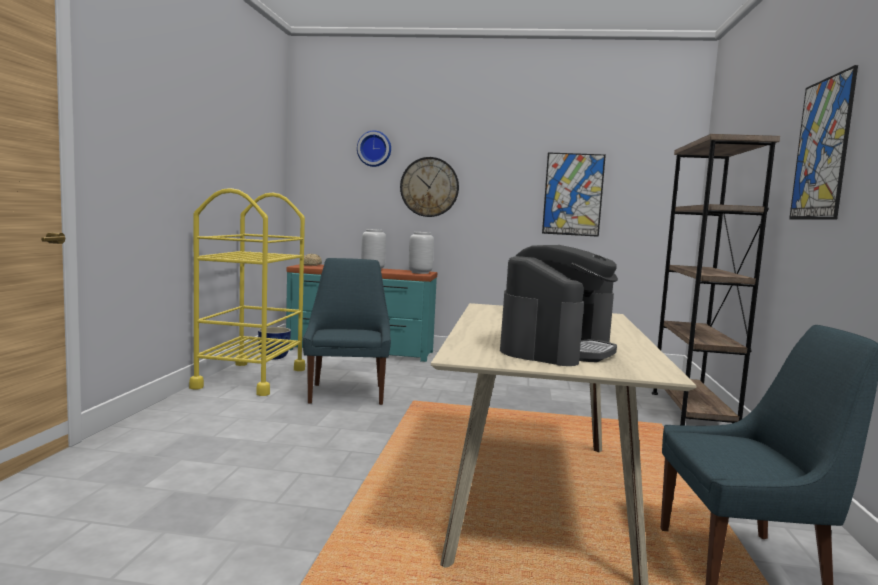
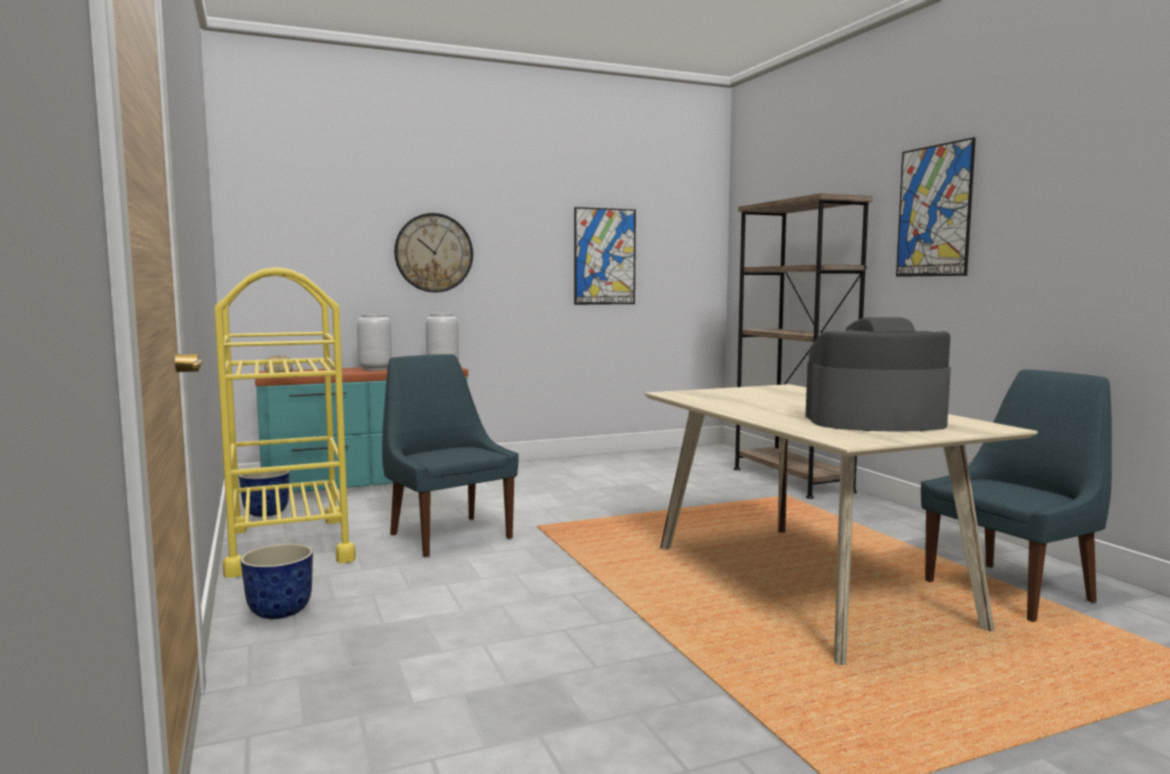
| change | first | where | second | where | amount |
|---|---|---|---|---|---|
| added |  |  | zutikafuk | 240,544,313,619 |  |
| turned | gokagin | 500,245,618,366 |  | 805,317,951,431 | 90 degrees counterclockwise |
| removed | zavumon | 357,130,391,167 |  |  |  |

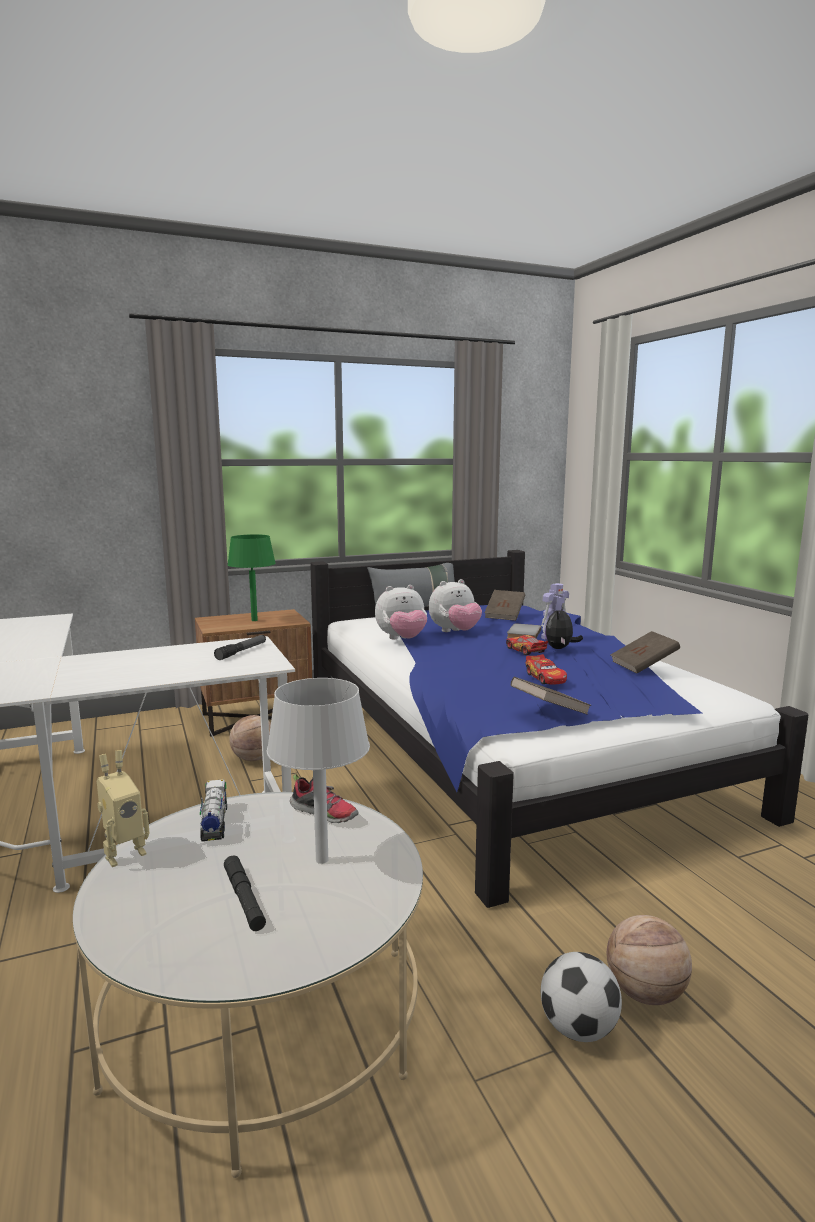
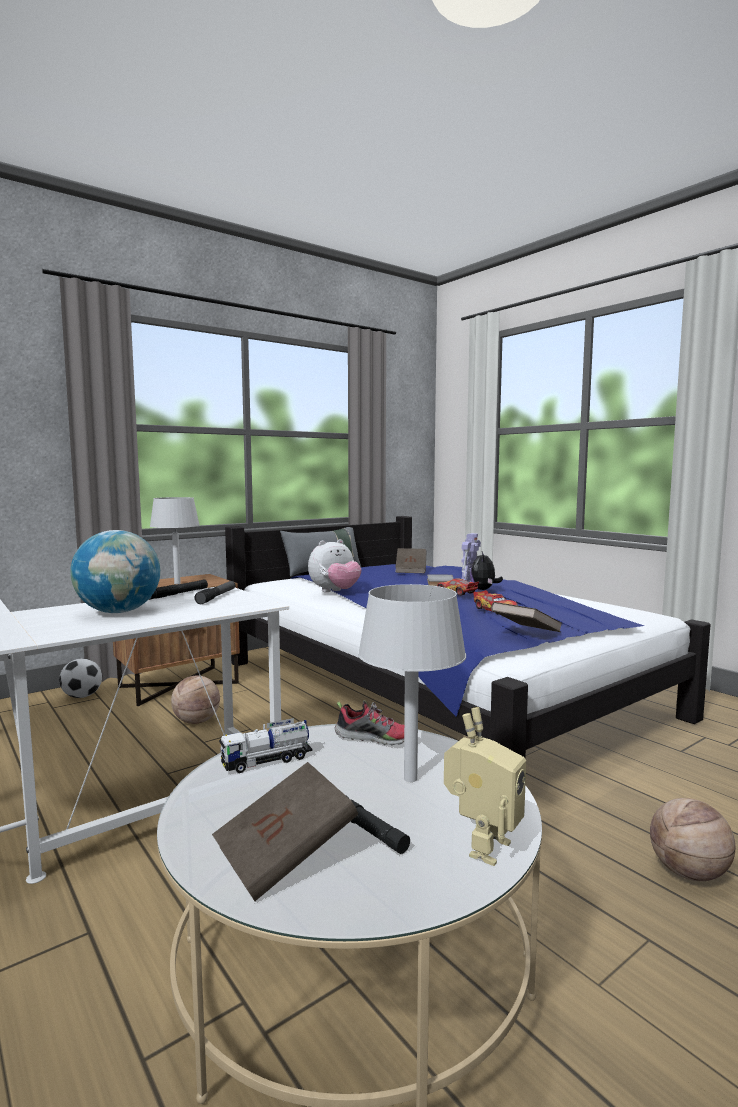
| change | first | where | second | where | amount |
|---|---|---|---|---|---|
| moved | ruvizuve | 541,952,622,1042 |  | 59,658,102,698 |  |
| added |  |  | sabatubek | 70,530,160,613 |  |
| added |  |  | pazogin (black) | 149,579,208,600 |  |
| recoloured | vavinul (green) | 227,534,276,621 | vavinul (grey) | 150,497,200,584 |  |
| moved | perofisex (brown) | 611,631,680,674 |  | 212,762,358,901 |  |
| turned | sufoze | 200,779,228,841 |  | 219,718,312,773 | 90 degrees counterclockwise |
| moved | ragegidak | 97,750,150,867 |  | 444,707,526,866 |  |
| removed | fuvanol | 429,579,482,632 |  |  |  |

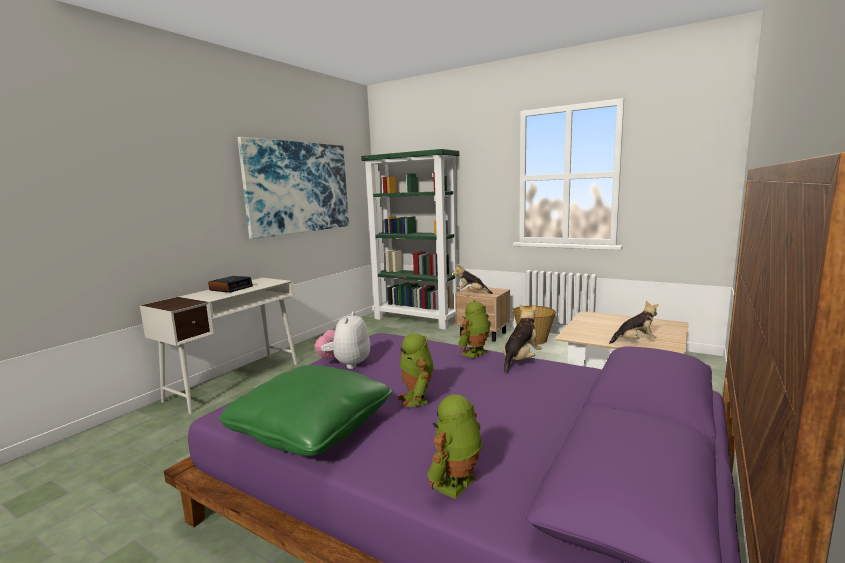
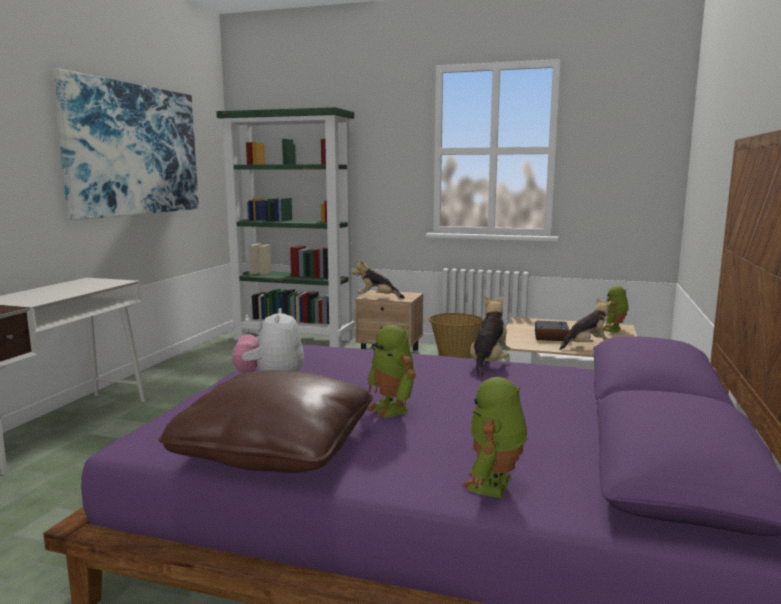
| change | first | where | second | where | amount |
|---|---|---|---|---|---|
| recoloured | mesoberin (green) | 219,365,392,456 | mesoberin (brown) | 158,370,373,473 |  |
| moved | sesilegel | 208,276,253,293 |  | 535,321,570,341 |  |
| moved | ragegidak | 458,301,491,358 |  | 603,286,629,333 |  |

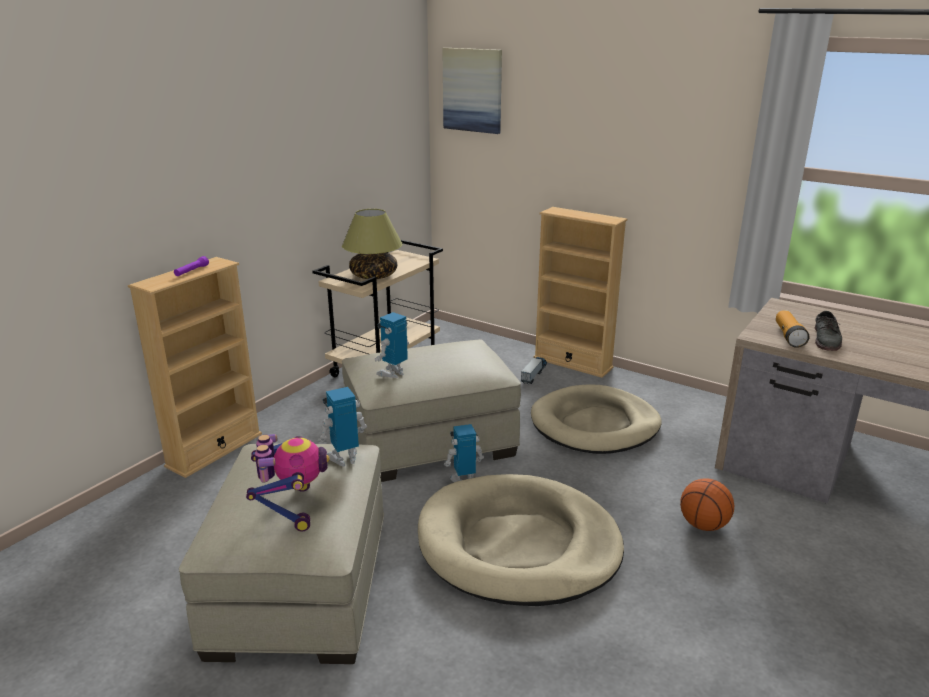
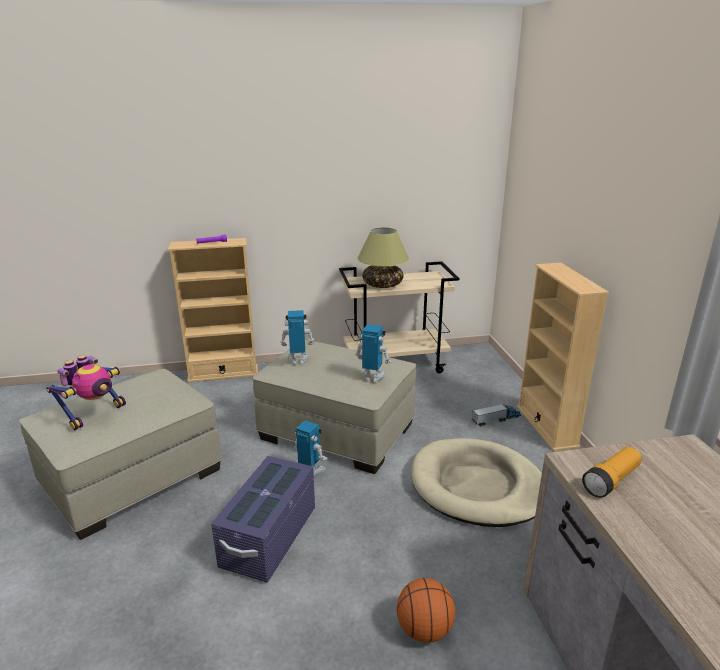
| change | first | where | second | where | amount |
|---|---|---|---|---|---|
| replaced | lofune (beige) | 418,474,624,606 | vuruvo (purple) | 211,456,315,583 |  |
| moved | ragegidak | 318,387,367,467 |  | 355,324,391,382 |  |
| removed | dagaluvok | 442,48,502,134 |  |  |  |
| removed | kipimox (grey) | 815,311,842,351 |  |  |  |

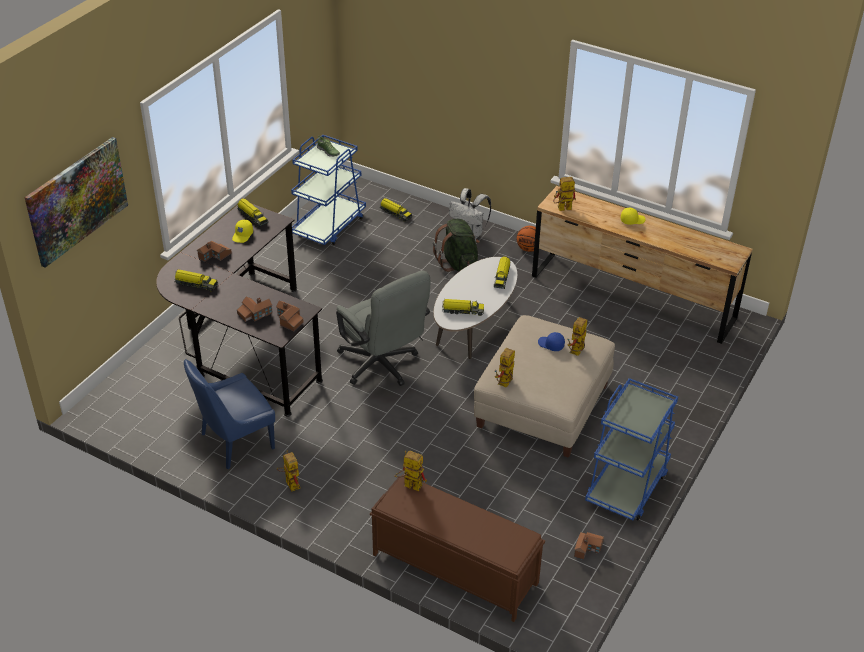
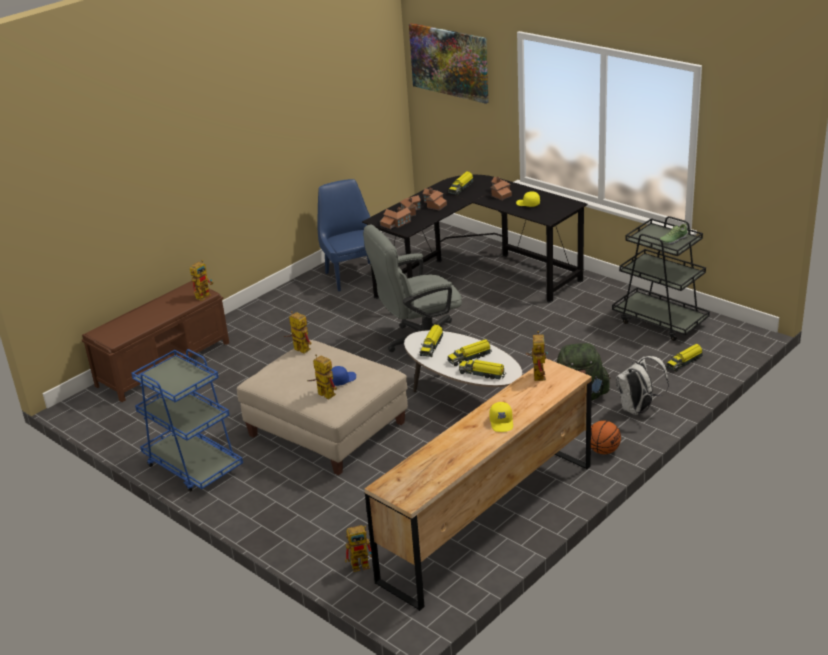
| change | first | where | second | where | amount |
|---|---|---|---|---|---|
| moved | ragegidak | 277,450,301,492 |  | 345,525,372,572 |  |
| moved | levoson | 574,532,604,560 |  | 423,188,447,211 |  |
| moved | sufoze | 237,198,268,227 |  | 448,339,492,366 |  |
| recoloured | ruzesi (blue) | 291,135,366,245 | ruzesi (black) | 612,216,710,341 |  |

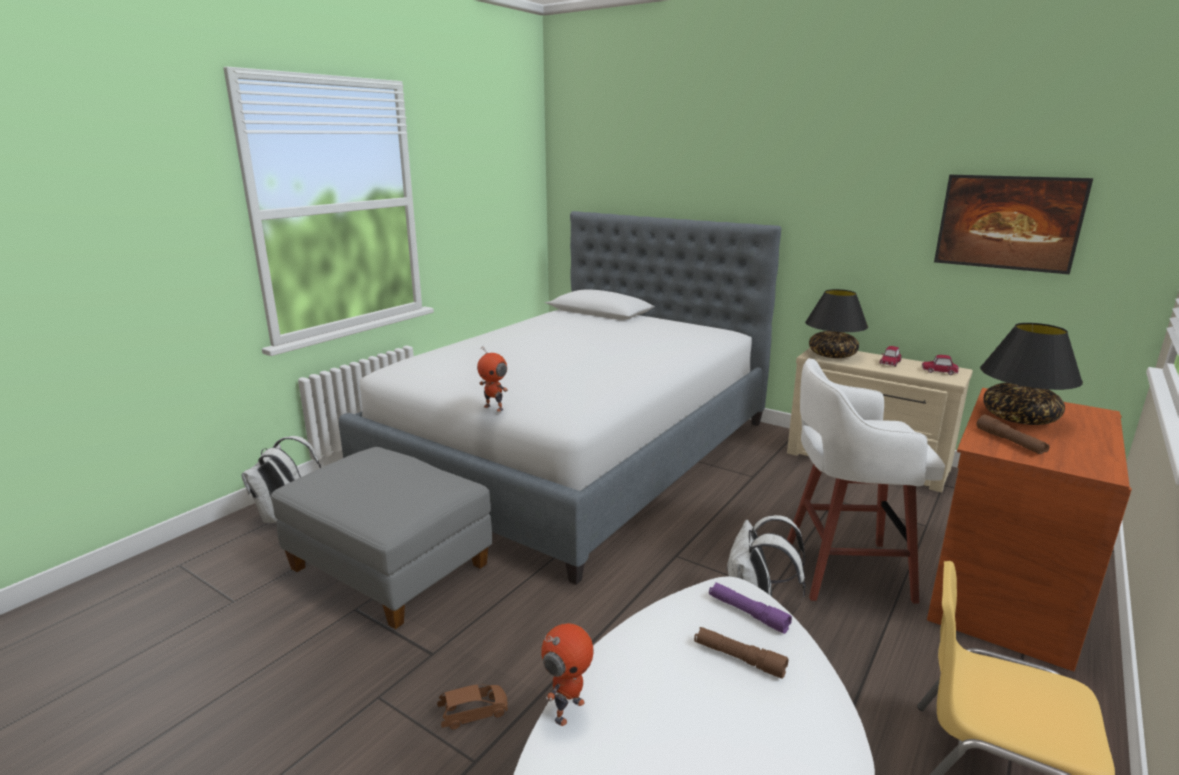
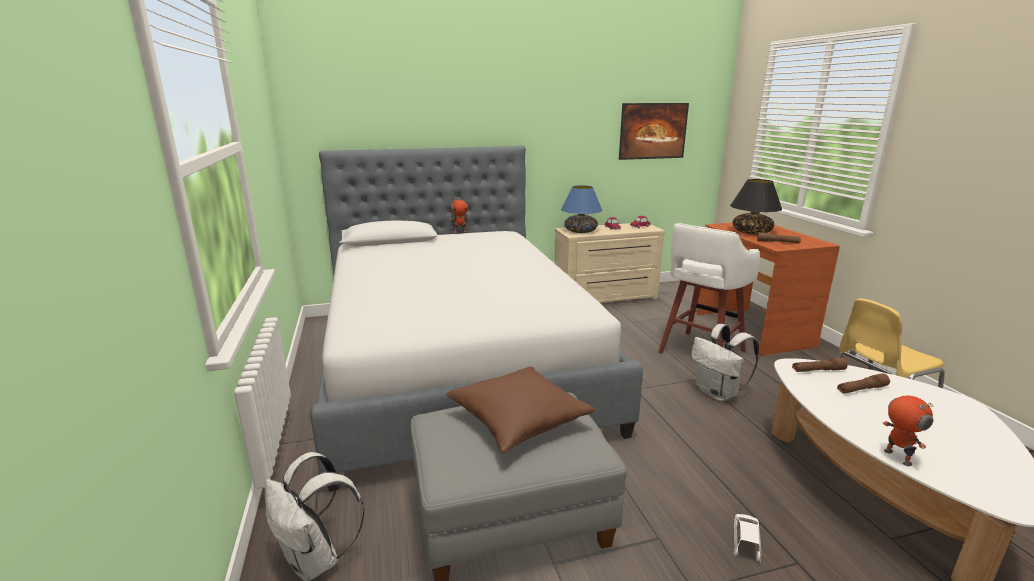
| change | first | where | second | where | amount |
|---|---|---|---|---|---|
| added |  |  | mesoberin (brown) | 446,367,595,453 |  |
| moved | ragegidak | 477,346,508,412 |  | 449,198,470,233 |  |
| recoloured | vavinul (black) | 805,289,868,358 | vavinul (blue) | 561,185,602,233 |  |
| recoloured | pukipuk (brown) | 437,684,508,730 | pukipuk (white) | 734,514,762,563 |  |
| recoloured | pazogin (purple) | 709,583,792,634 | pazogin (brown) | 792,358,848,372 |  |

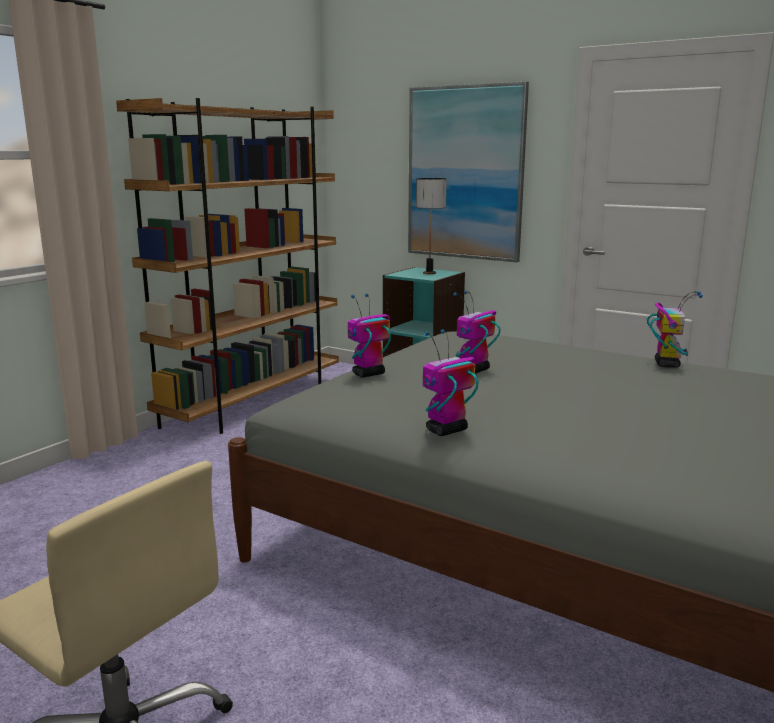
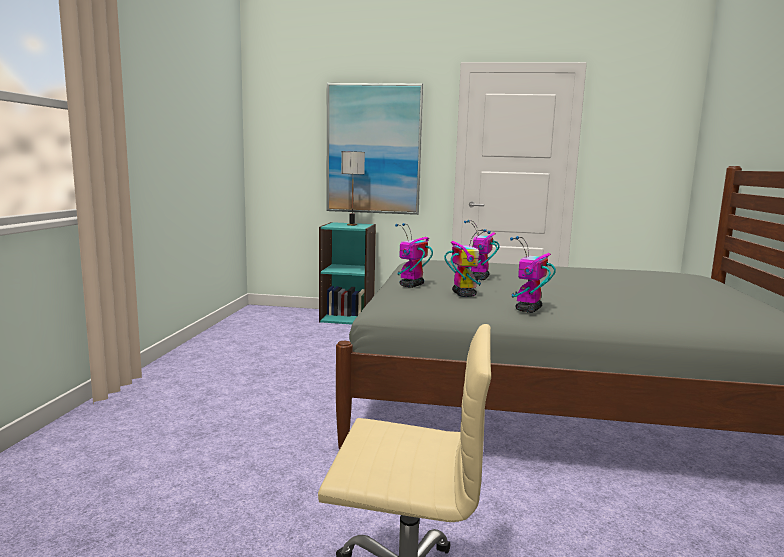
| change | first | where | second | where | amount |
|---|---|---|---|---|---|
| moved | ragegidak | 647,291,703,368 |  | 444,229,491,297 |  |
| removed | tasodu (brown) | 116,98,339,434 |  |  |  |

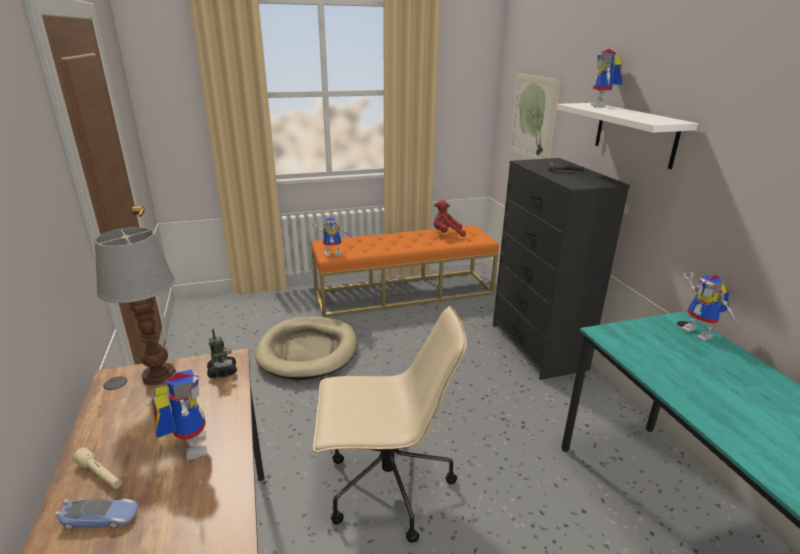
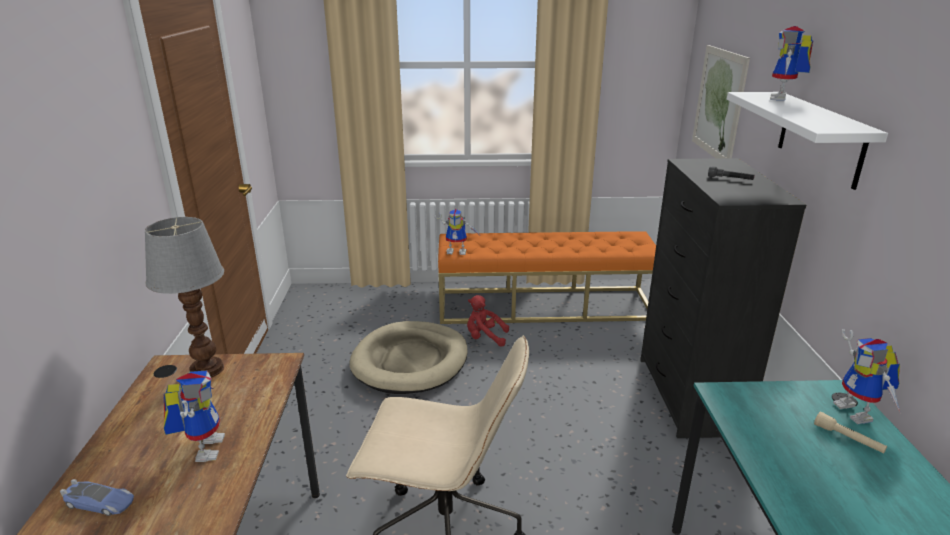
| change | first | where | second | where | amount |
|---|---|---|---|---|---|
| moved | fuvanol (red) | 433,200,466,237 |  | 467,295,509,346 |  |
| moved | pazogin (beige) | 73,448,122,489 |  | 814,411,887,454 |  |
| removed | ragegidak | 207,329,237,378 |  |  |  |

